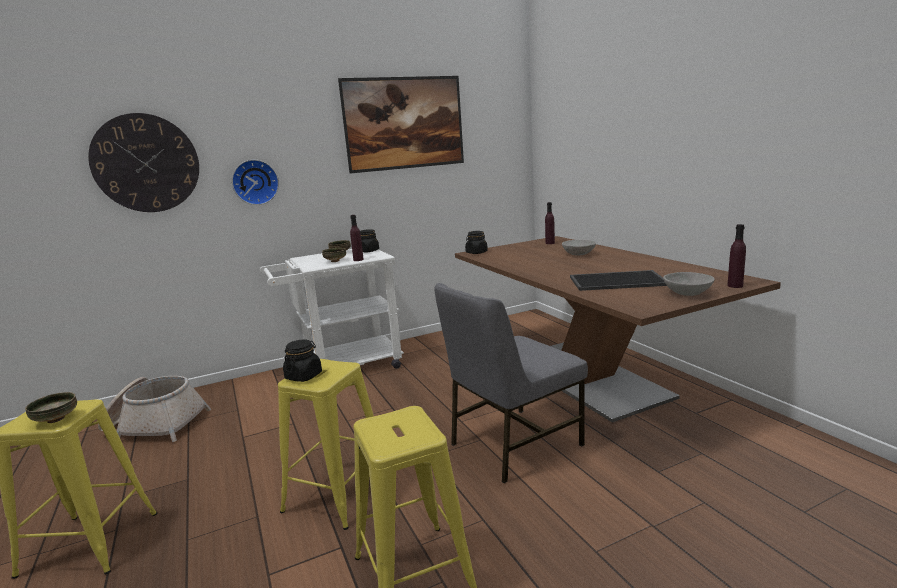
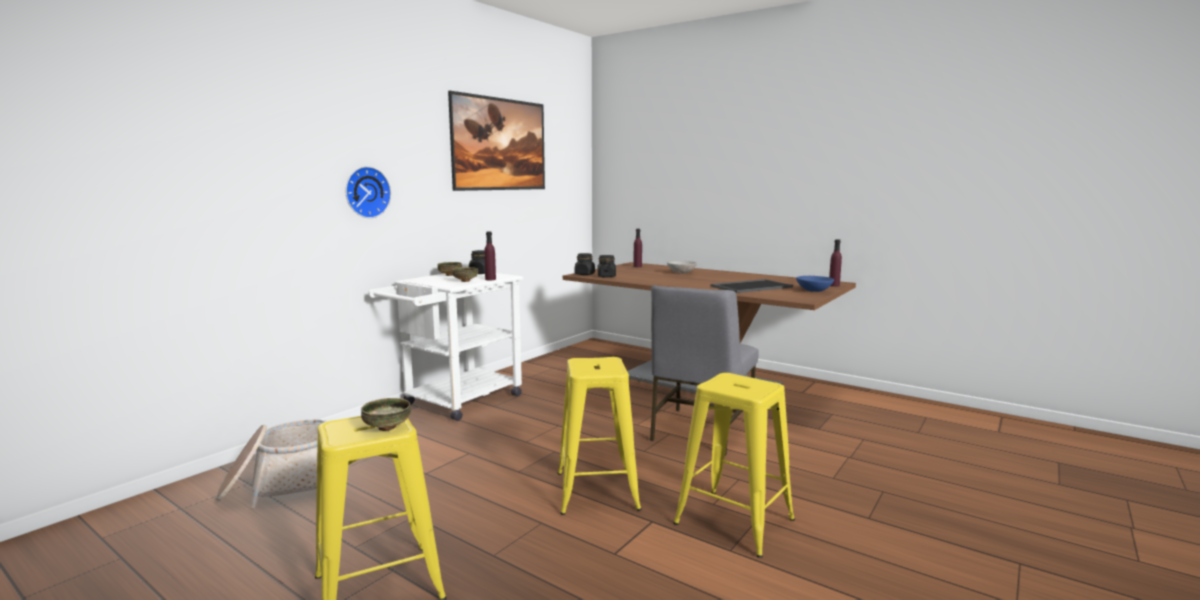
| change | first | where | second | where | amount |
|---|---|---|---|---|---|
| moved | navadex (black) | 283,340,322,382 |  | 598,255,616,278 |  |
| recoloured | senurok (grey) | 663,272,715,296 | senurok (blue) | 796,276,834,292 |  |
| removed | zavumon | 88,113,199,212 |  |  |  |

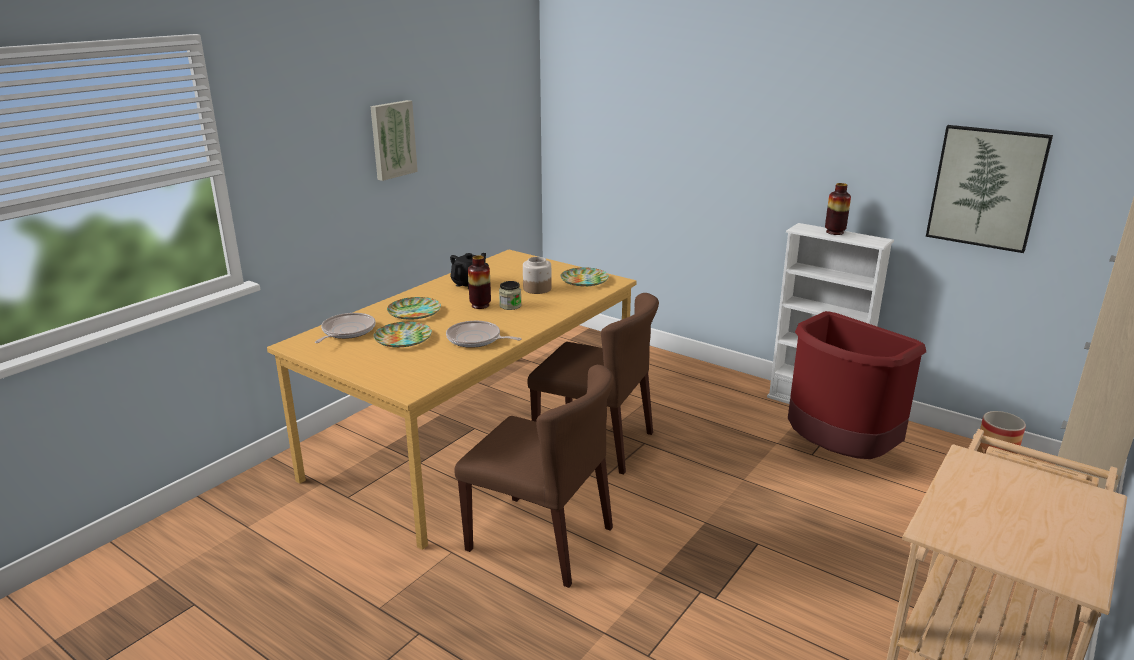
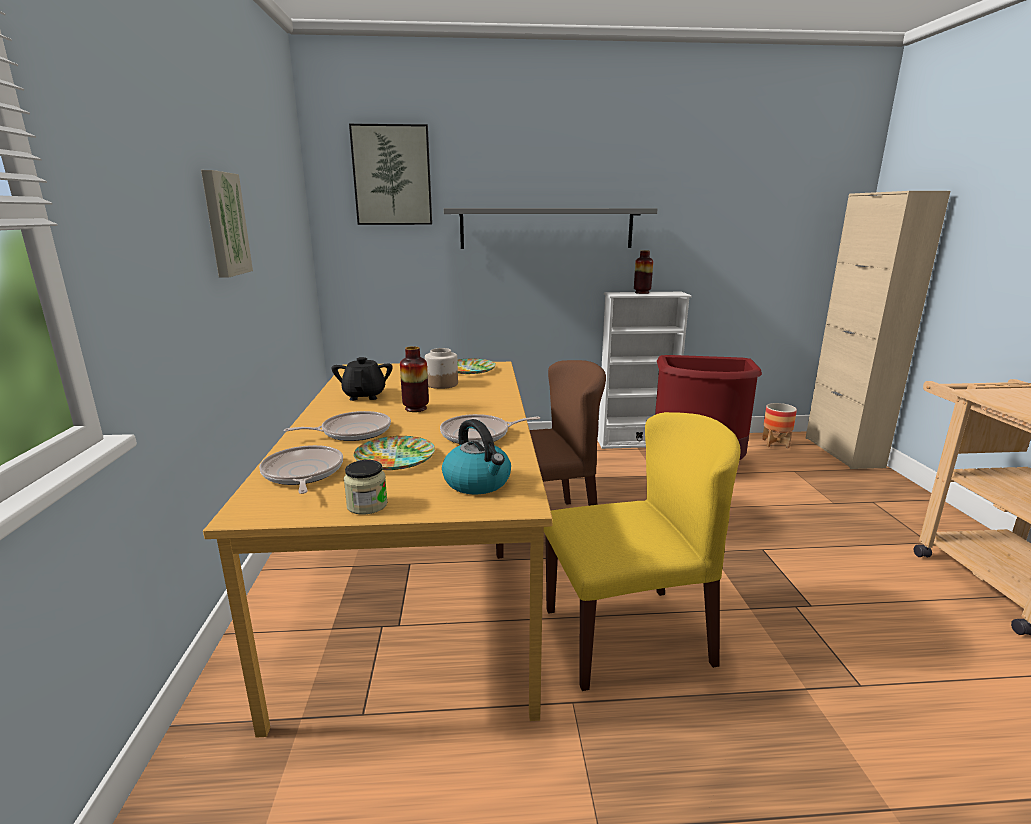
| change | first | where | second | where | amount |
|---|---|---|---|---|---|
| replaced | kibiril | 387,297,441,320 | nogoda | 284,411,391,441 |  |
| moved | navadex | 499,281,522,310 |  | 344,460,388,515 |  |
| moved | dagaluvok | 926,125,1053,253 |  | 349,124,432,225 |  |
| added |  |  | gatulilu | 442,419,511,494 |  |
| added |  |  | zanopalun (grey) | 443,208,658,249 |  |
| recoloured | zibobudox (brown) | 454,365,614,588 | zibobudox (yellow) | 544,412,741,691 |  |

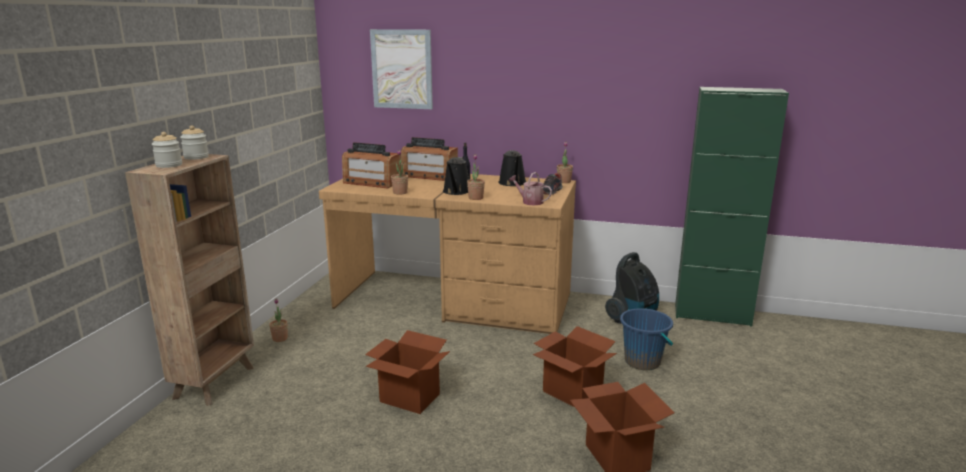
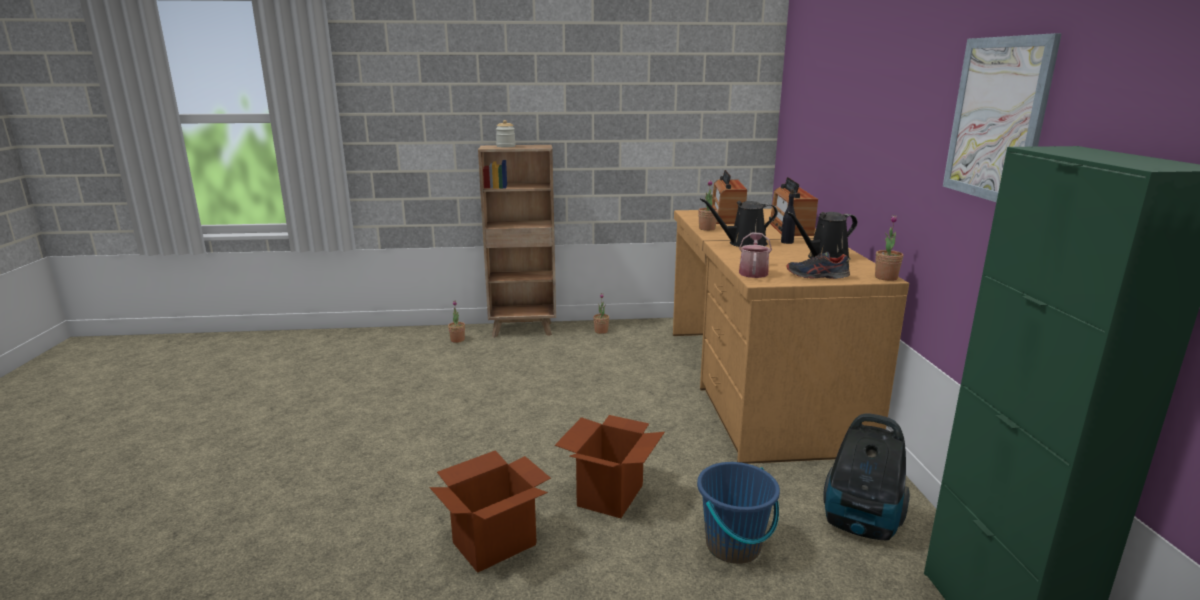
| change | first | where | second | where | amount |
|---|---|---|---|---|---|
| moved | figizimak | 467,154,485,200 |  | 448,300,465,343 |  |
| moved | dagaluvok | 370,29,433,109 |  | 943,33,1062,202 |  |
| removed | navadex | 180,125,209,160 |  |  |  |
| removed | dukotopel | 365,330,450,414 |  |  |  |

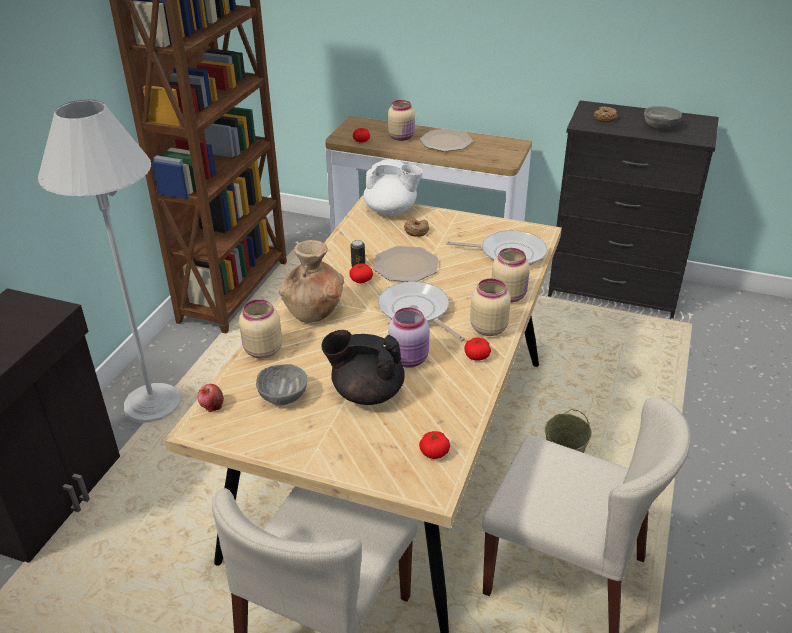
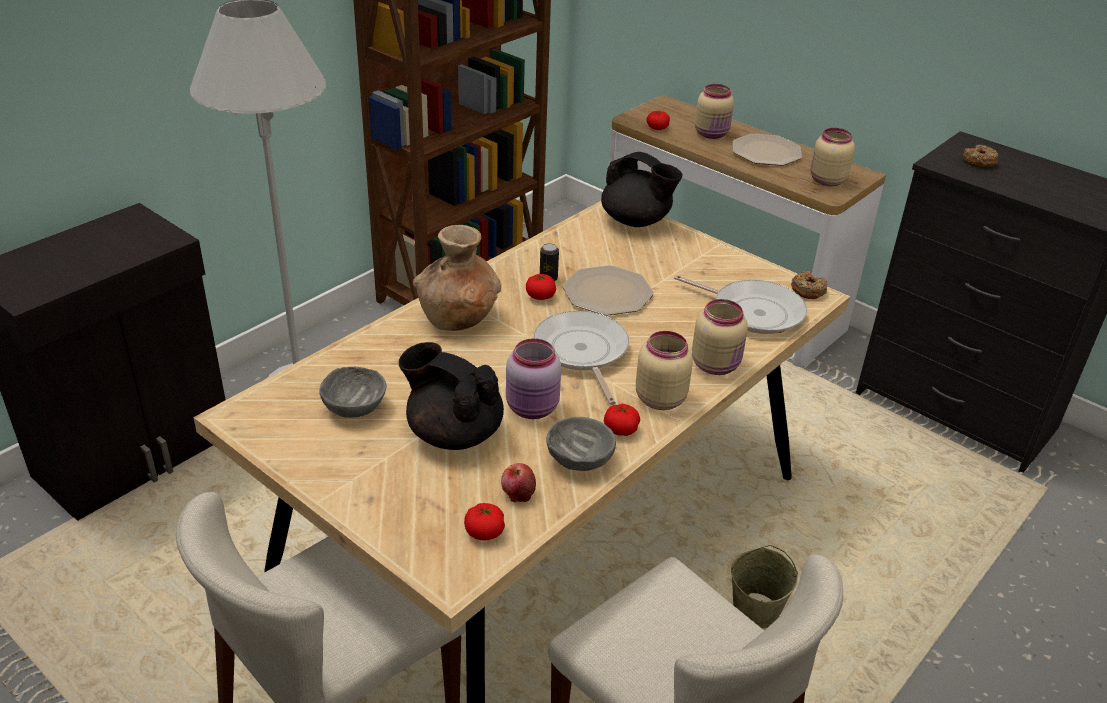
| change | first | where | second | where | amount |
|---|---|---|---|---|---|
| moved | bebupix | 197,384,224,412 |  | 501,463,536,502 |  |
| moved | senurok (grey) | 644,106,682,130 |  | 546,417,616,471 |  |
| recoloured | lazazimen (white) | 363,159,423,215 | lazazimen (black) | 601,152,683,227 |  |
| moved | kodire | 404,218,429,237 |  | 791,271,827,299 |  |
| moved | navadex (beige) | 239,299,282,359 |  | 810,128,855,186 |  |

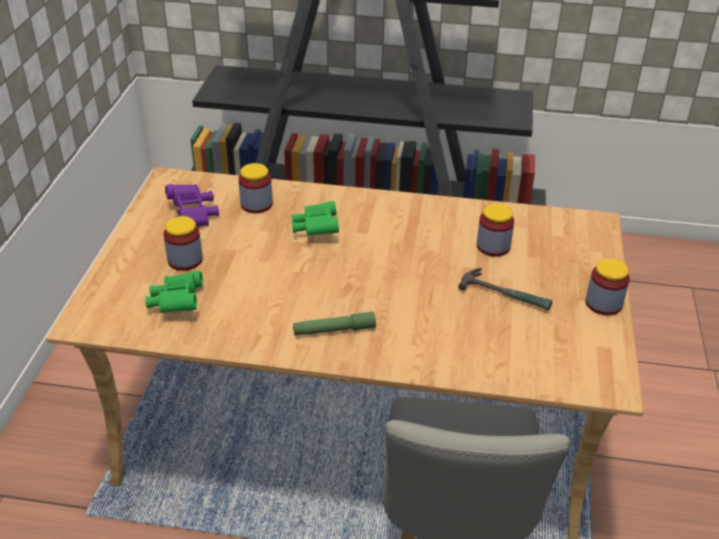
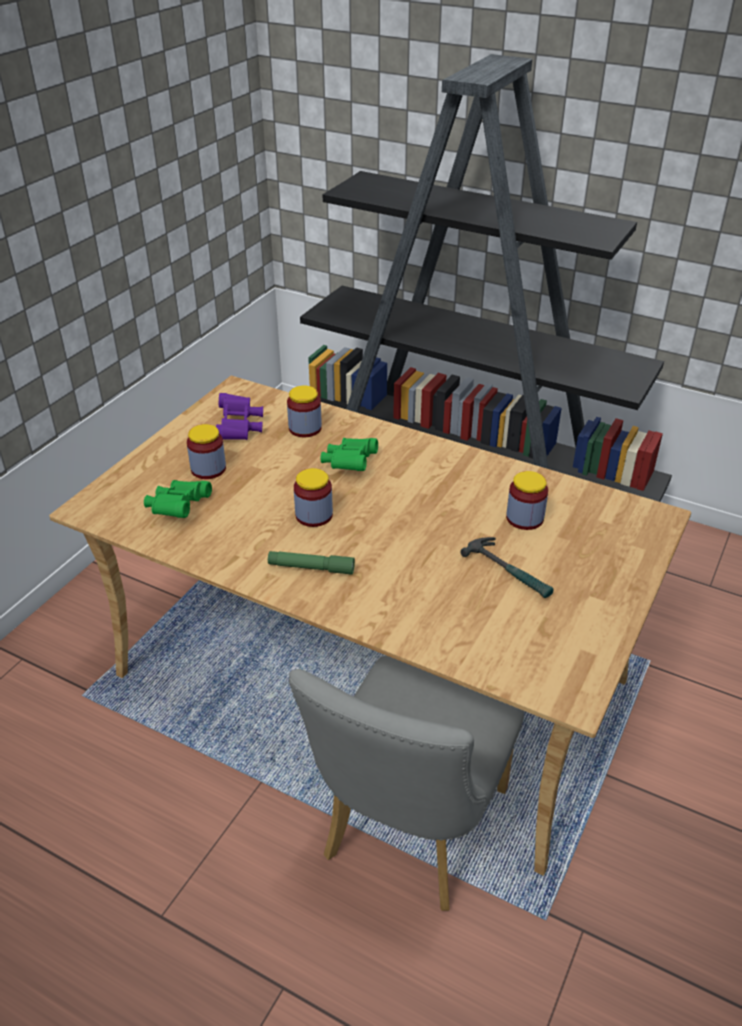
| change | first | where | second | where | amount |
|---|---|---|---|---|---|
| moved | navadex | 586,258,630,316 |  | 294,468,333,527 |  |

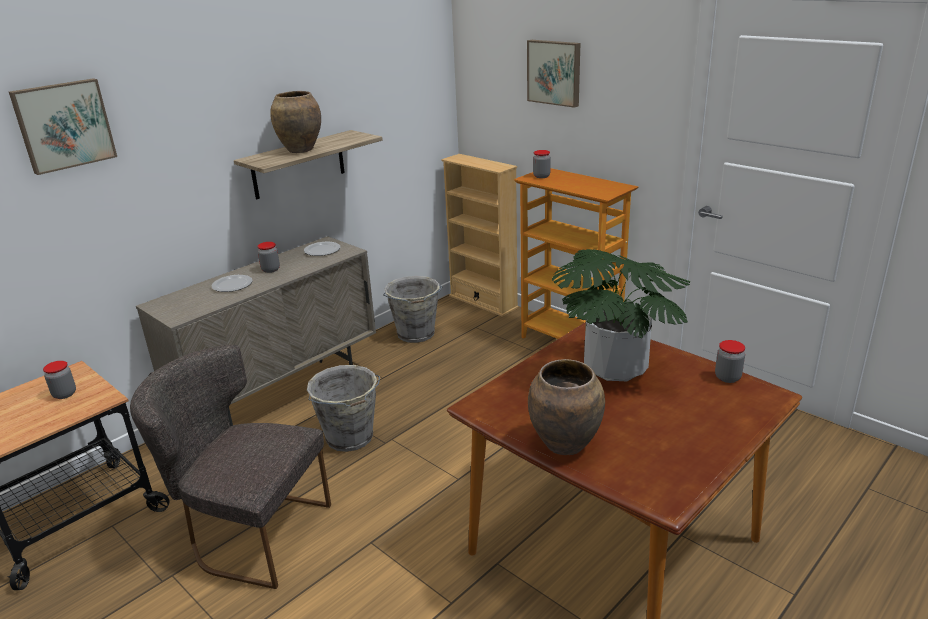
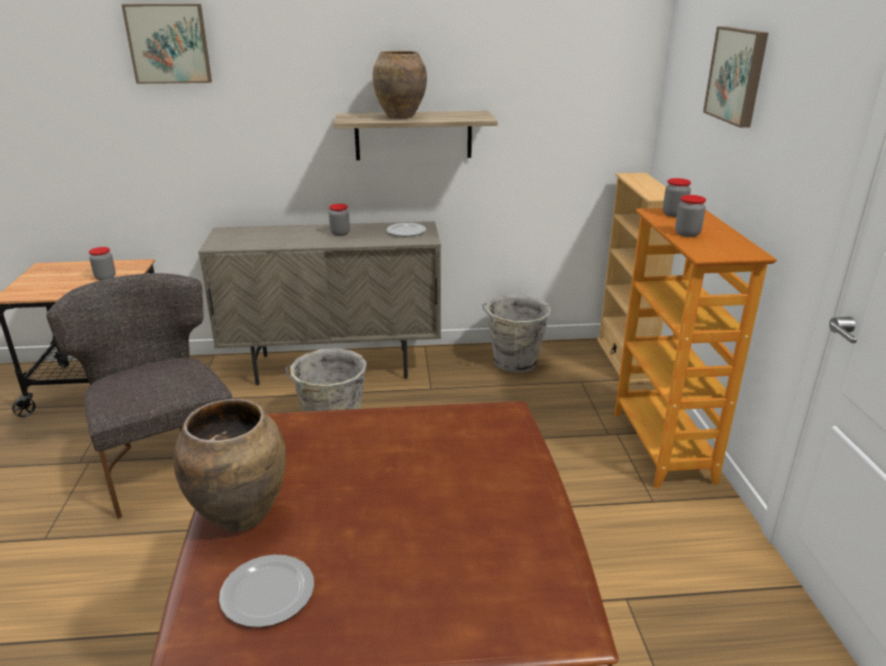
| change | first | where | second | where | amount |
|---|---|---|---|---|---|
| moved | kibiril | 212,275,253,292 |  | 219,555,314,627 |  |
| moved | navadex | 715,340,745,383 |  | 675,195,706,237 |  |
| removed | figizimak | 552,249,690,381 |  |  |  |

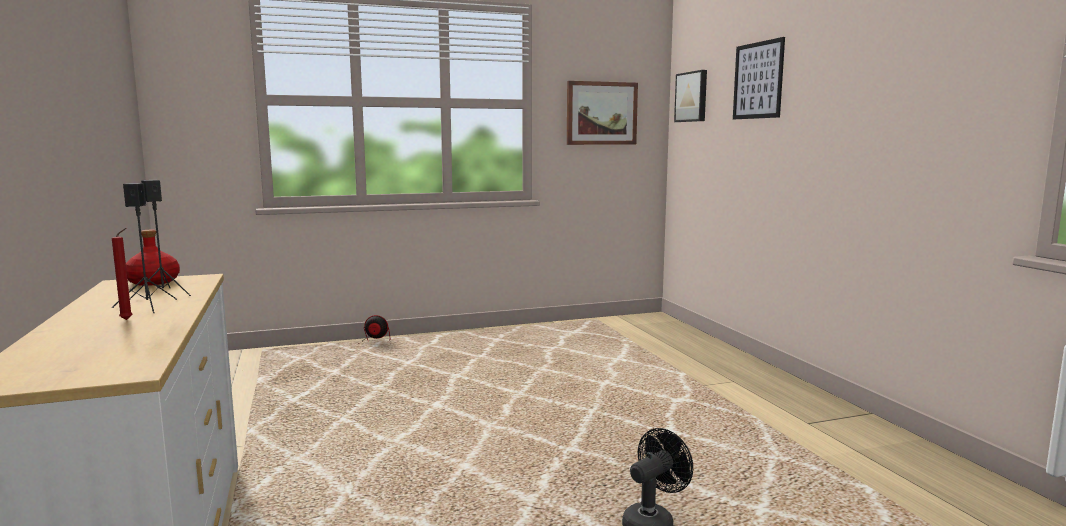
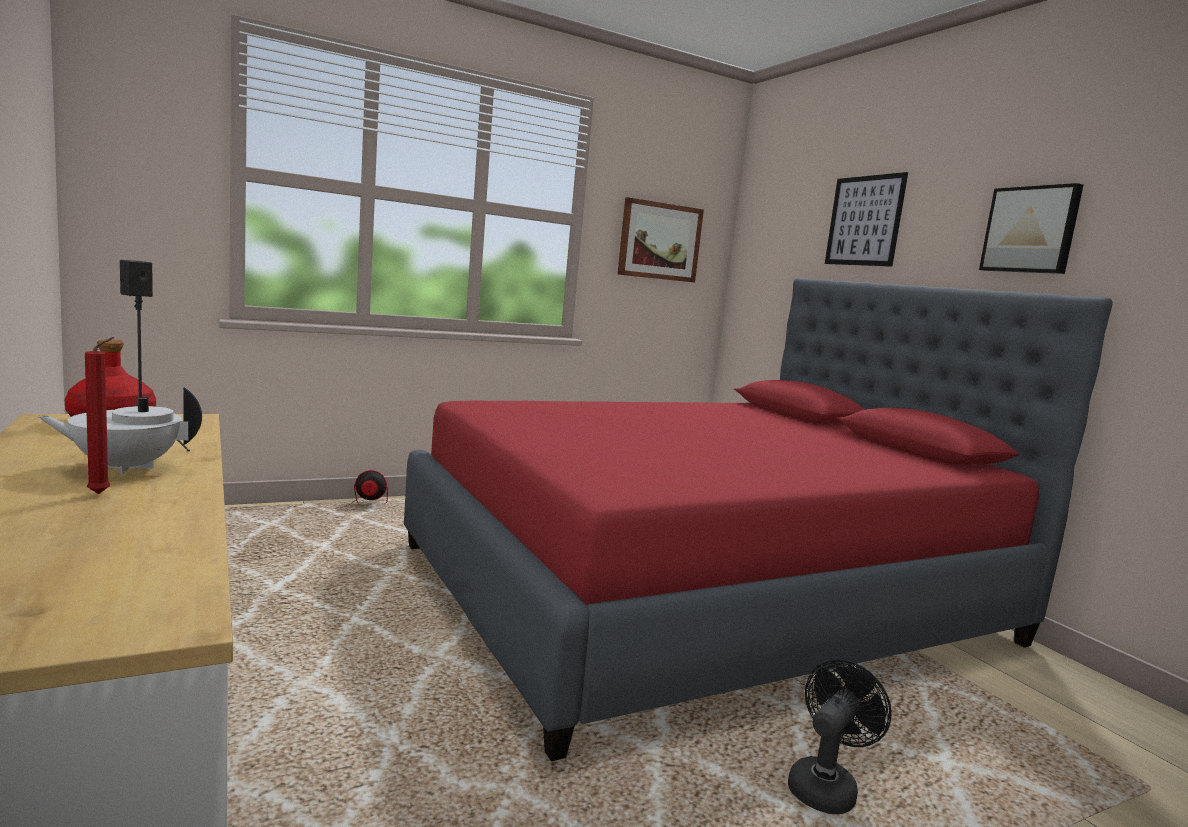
| change | first | where | second | where | amount |
|---|---|---|---|---|---|
| replaced | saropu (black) | 112,183,177,313 | lazazimen (white) | 37,387,202,474 |  |
| added |  |  | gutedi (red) | 404,278,1113,761 |  |
| moved | dagaluvok | 674,70,707,122 |  | 979,183,1083,274 |  |

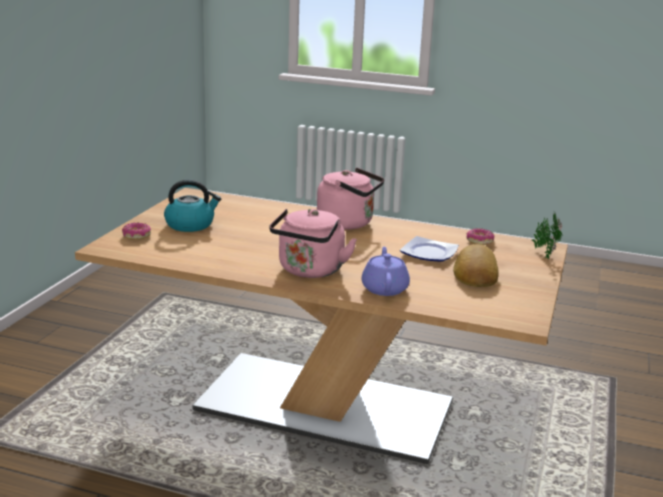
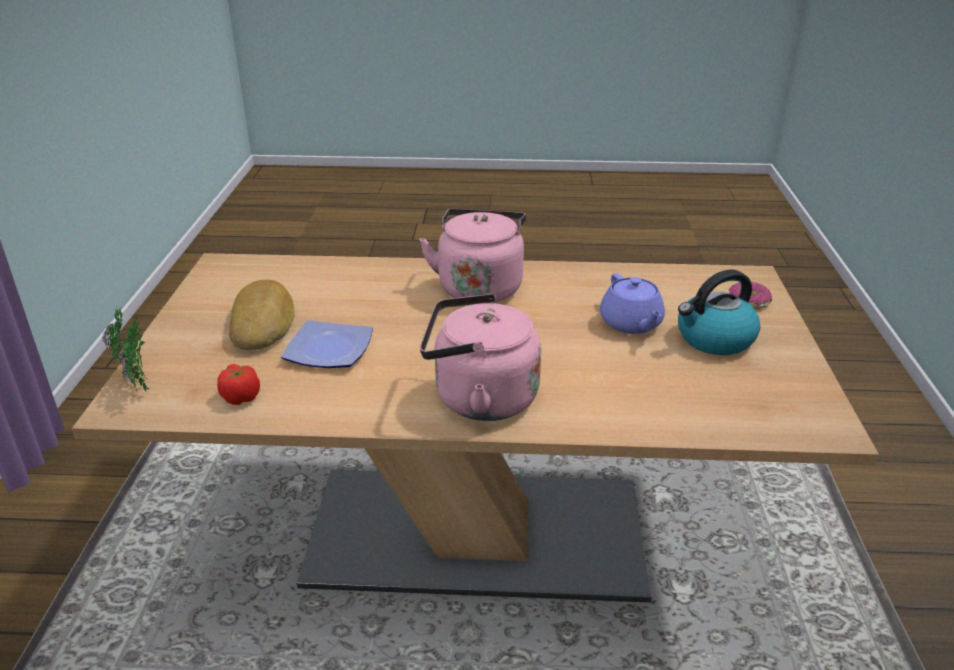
| change | first | where | second | where | amount |
|---|---|---|---|---|---|
| replaced | kodire | 466,228,495,245 | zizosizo | 217,364,260,405 |  |
| moved | lazazimen (purple) | 361,247,410,296 |  | 600,273,665,334 |  |

